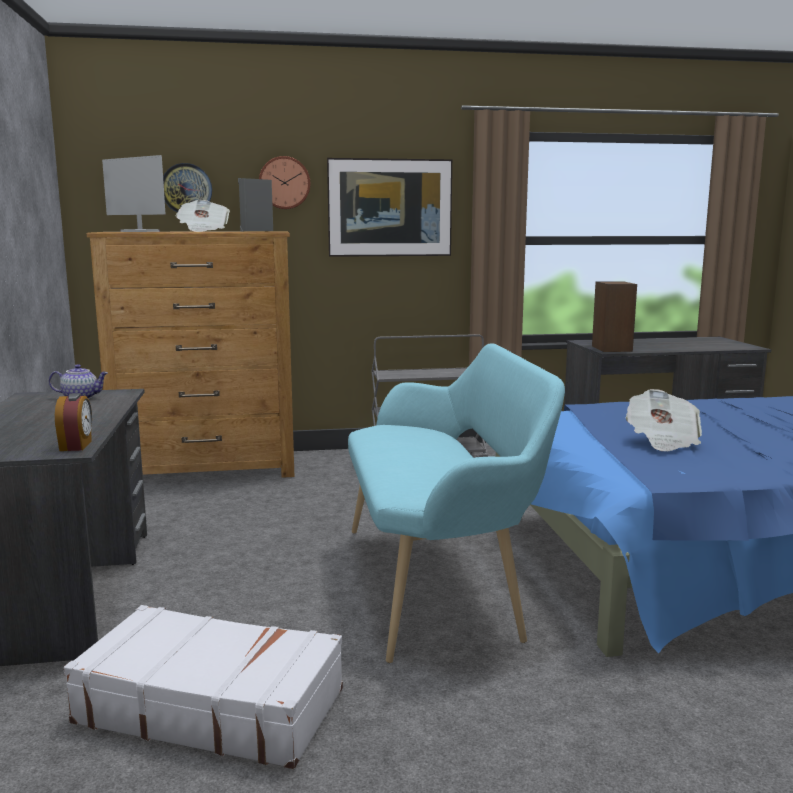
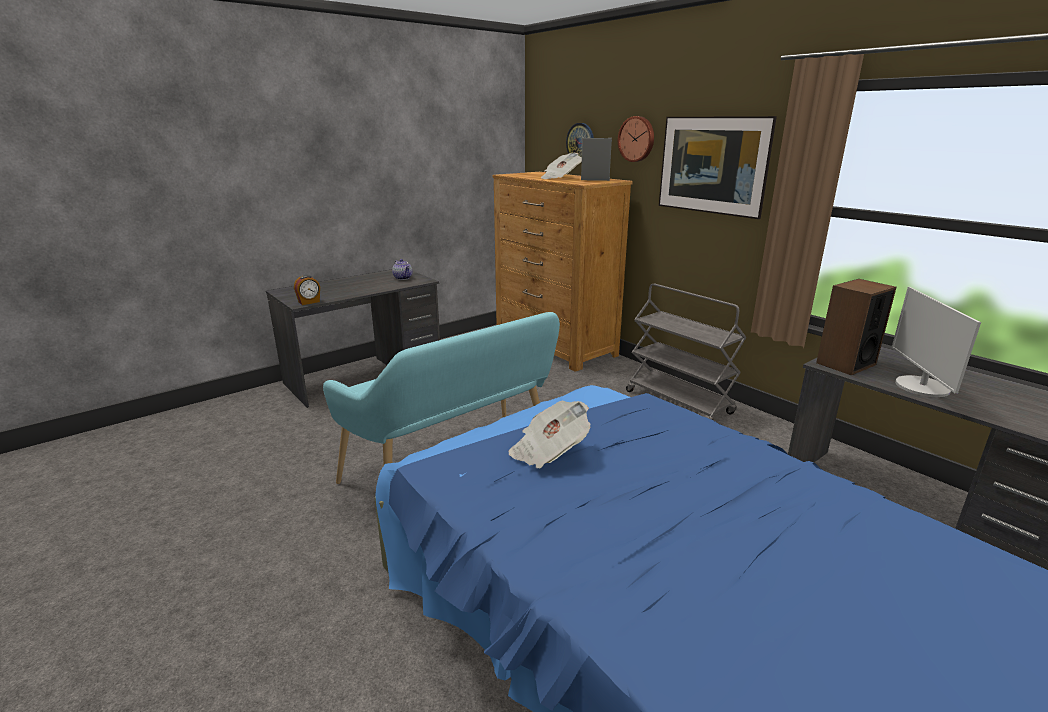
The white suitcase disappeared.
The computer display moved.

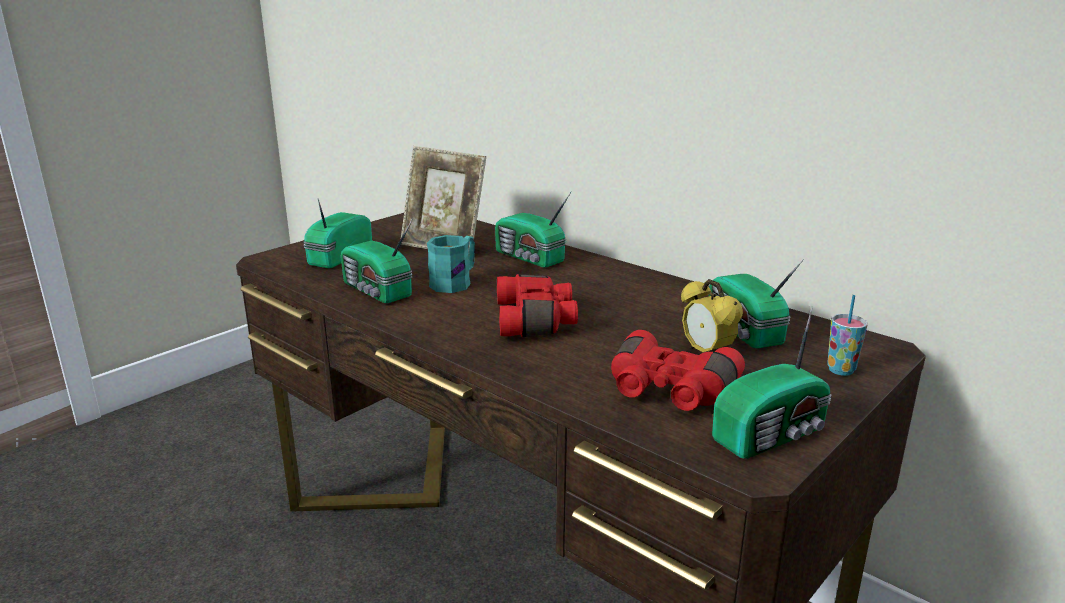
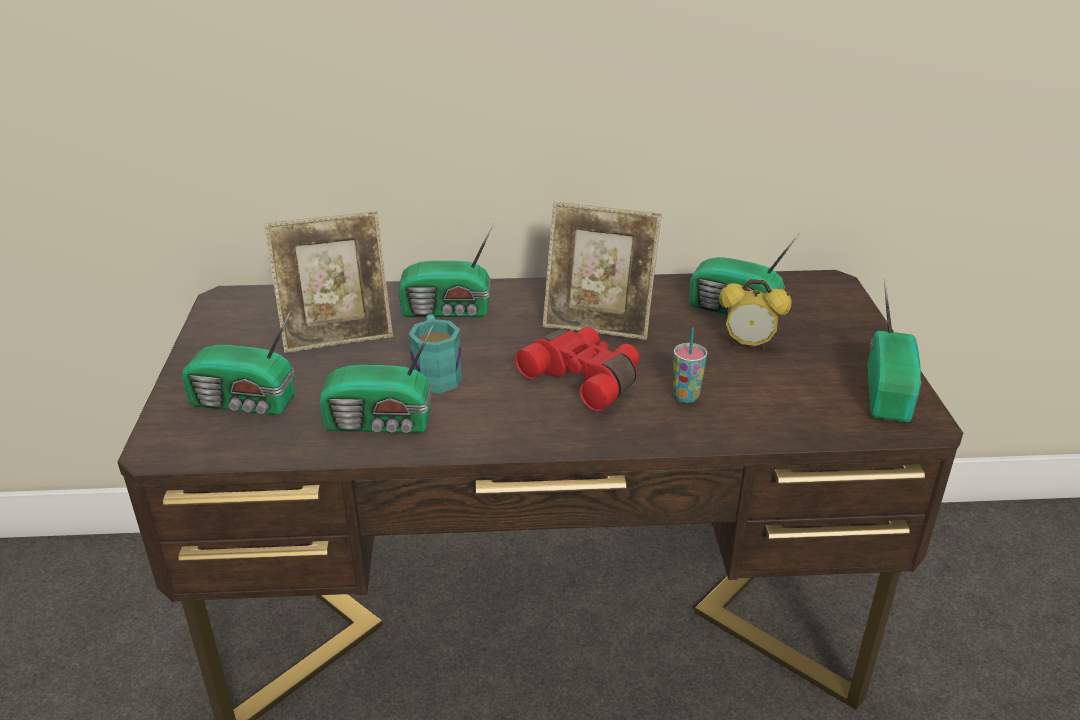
The reddish binoculars (no. 2 from left) disappeared.
The picture frame (no. 2 from left) appeared.
The small cup moved.
The radio (no. 1 from left) turned 60 degrees counterclockwise.

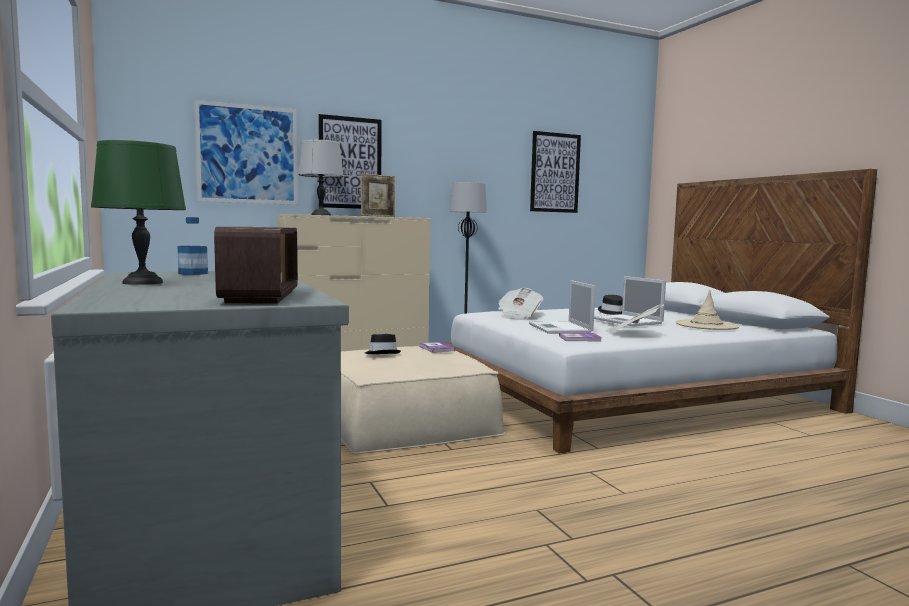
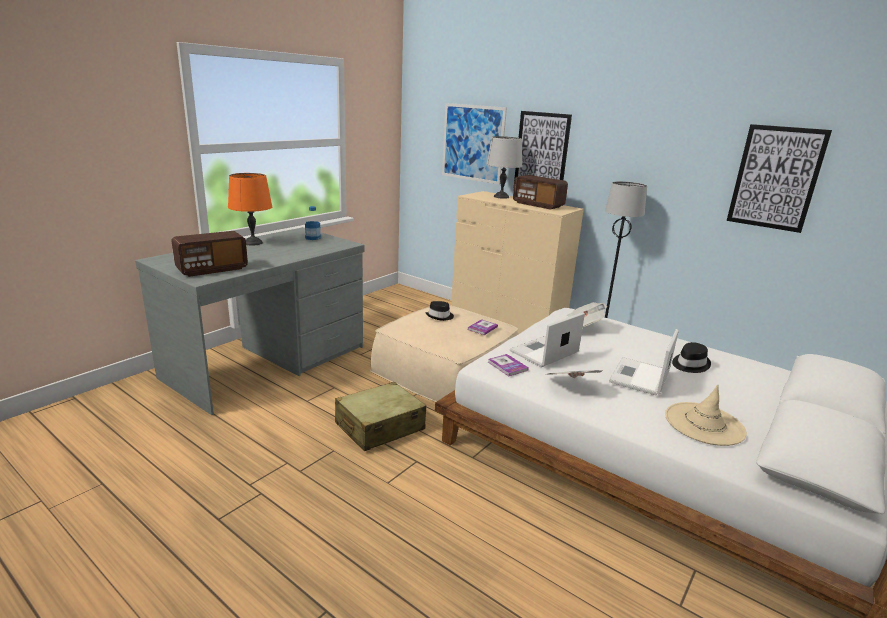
The beige-coloured suitcase appeared.
The picture frame was replaced by the radio (no. 2 from left).
The green-coloured lamp for a table became the orangey lamp for a table.

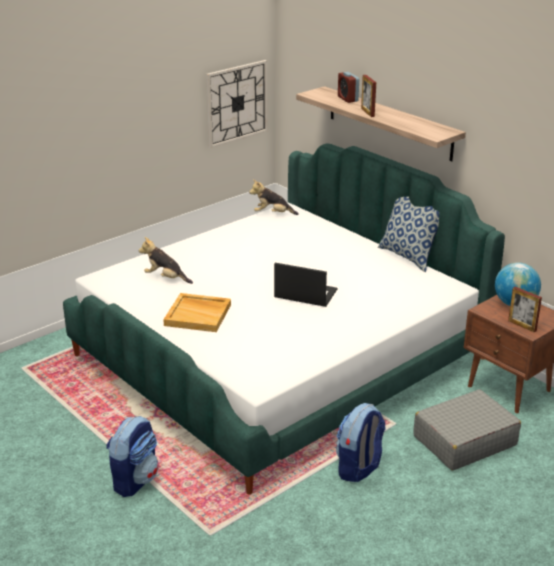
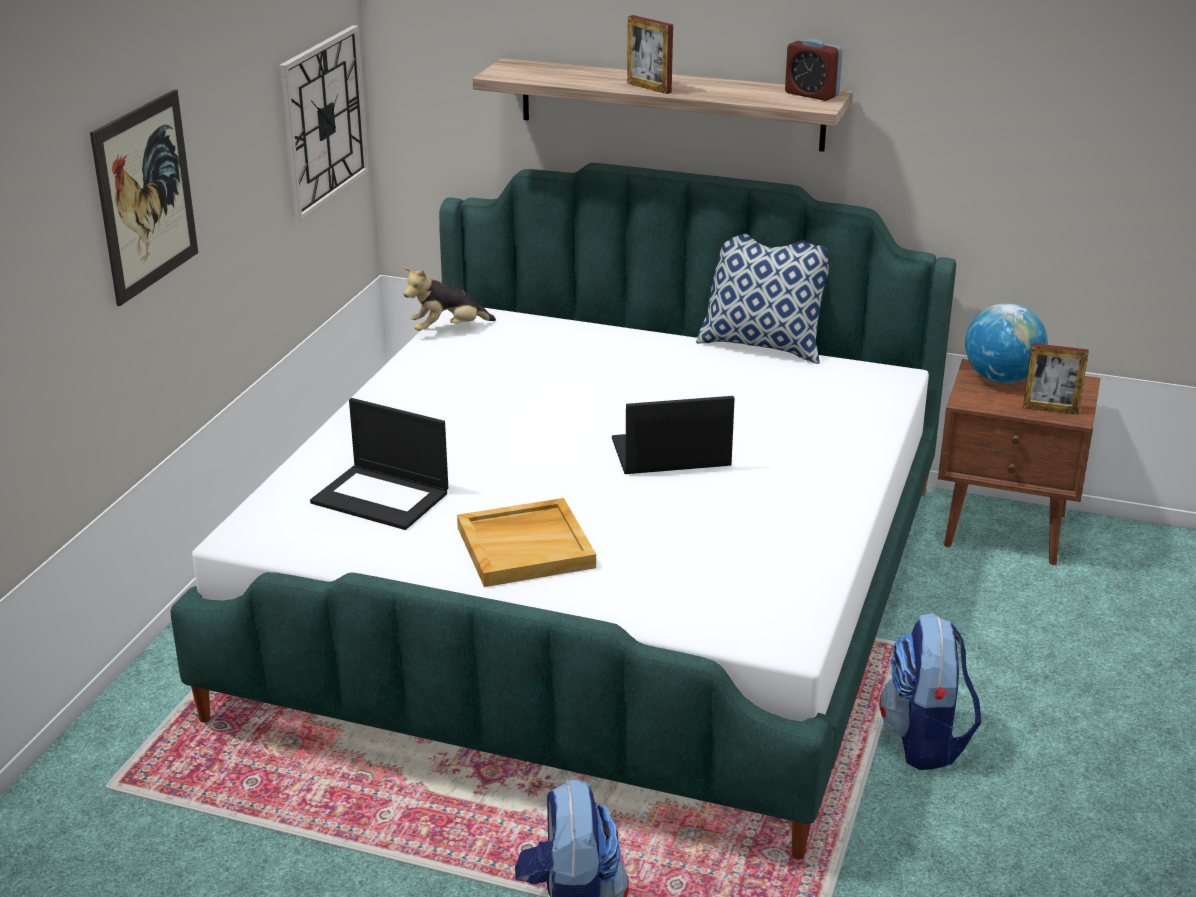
The gray suitcase disappeared.
The picture appeared.
The table clock moved.
The cuddly toy (no. 1 from left) was replaced by the notebook computer (no. 1 from left).

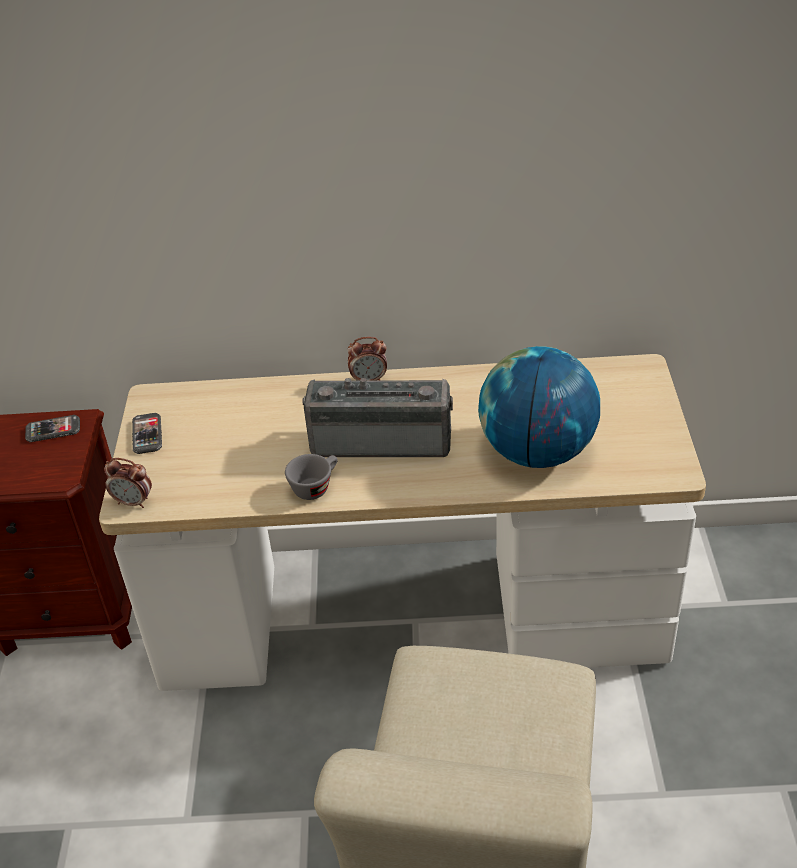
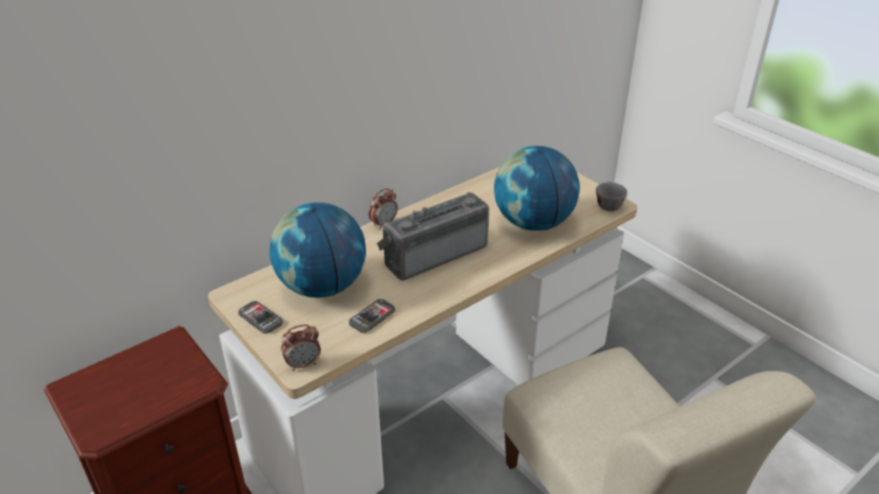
The world globe (no. 1 from left) appeared.
The phone (no. 1 from left in the first image) moved.
The gray small cup moved.

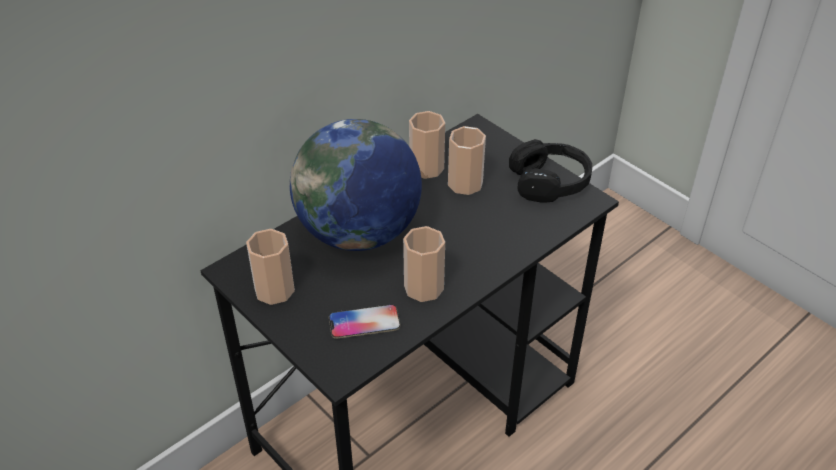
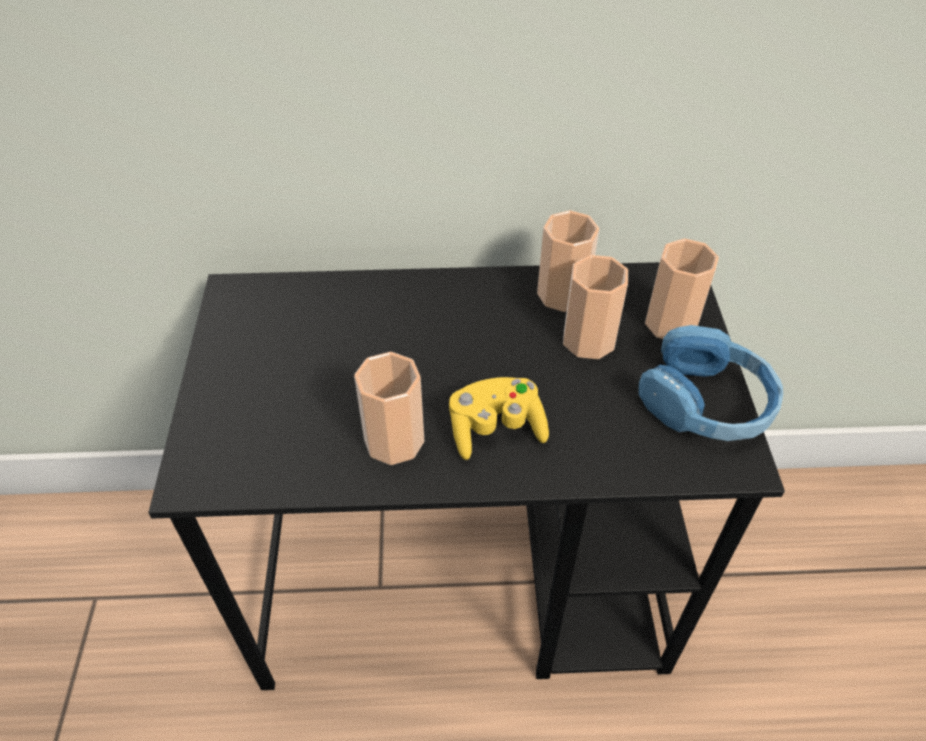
The world globe disappeared.
The phone disappeared.
The yellow-coloured gamepad appeared.
The small cup (no. 1 from left in the first image) moved.
The black headset became the blue headset.

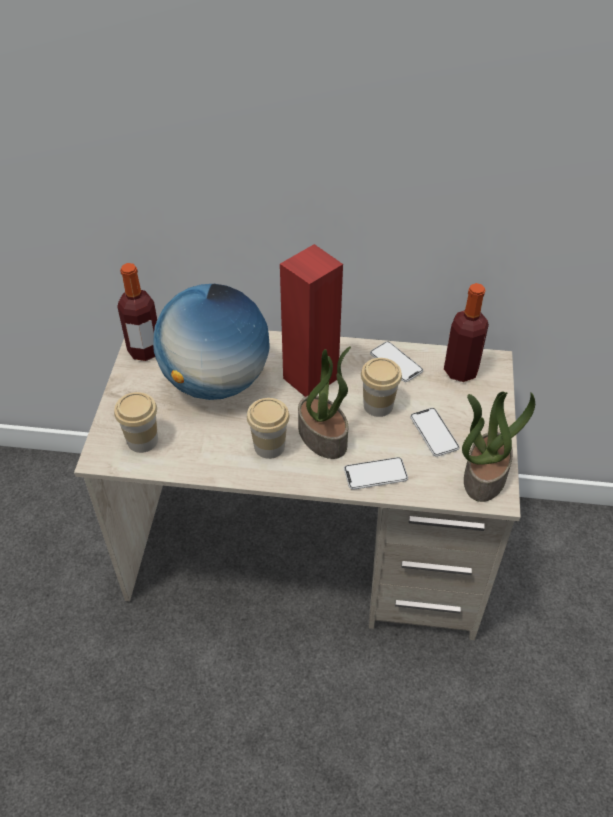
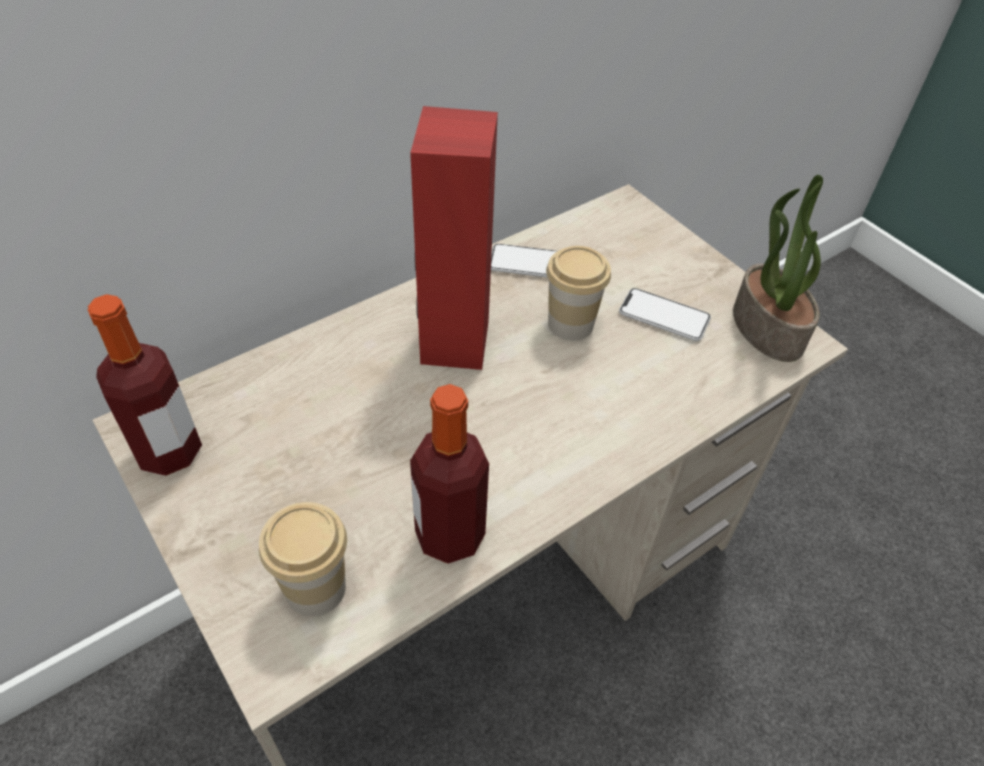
The world globe disappeared.
The small cup (no. 2 from left) disappeared.
The potted plant (no. 1 from left) disappeared.
The phone (no. 1 from left) disappeared.
The drink bottle (no. 2 from left) moved.

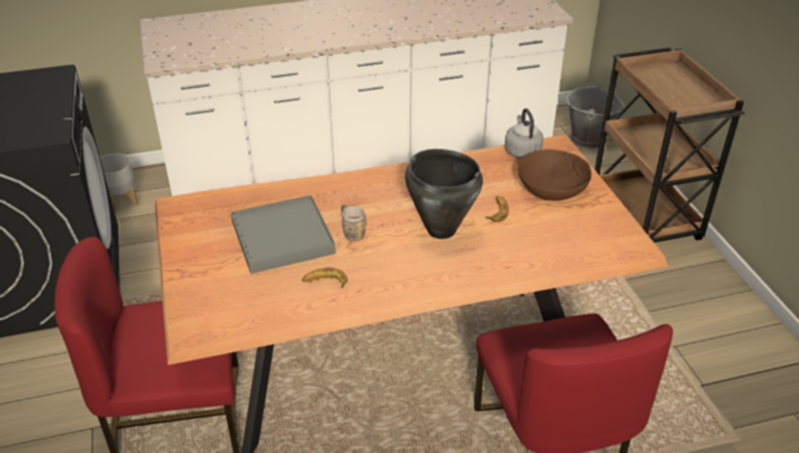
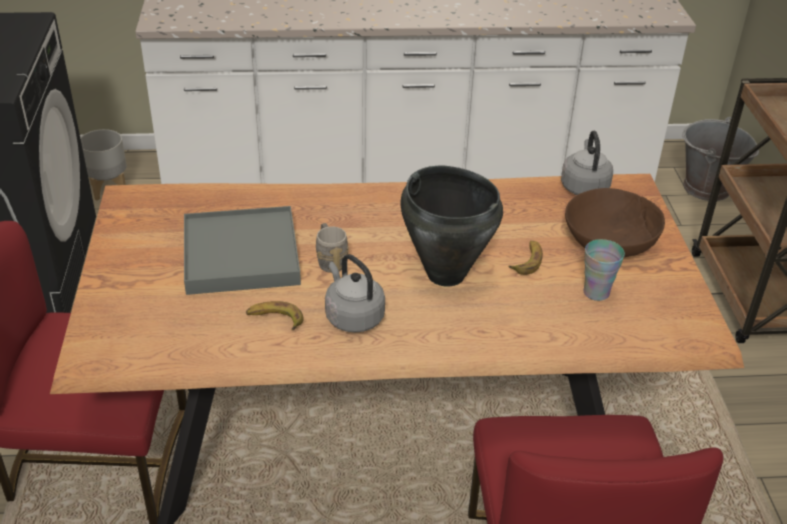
The gray tea kettle (no. 1 from left) appeared.
The small cup appeared.

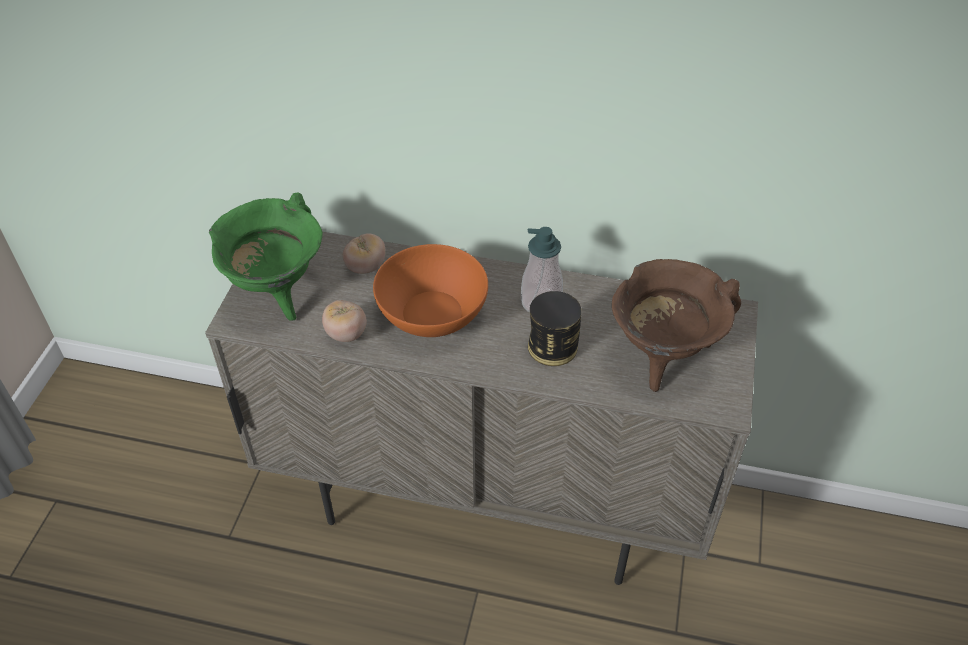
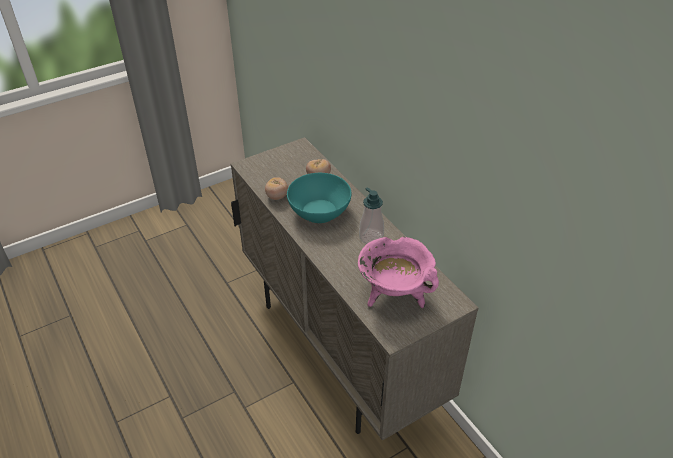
The green-coloured saucepot disappeared.
The sealed can disappeared.
The orangey bowl became the blue-green bowl.
The brown-coloured saucepot became the pink-coloured saucepot.

